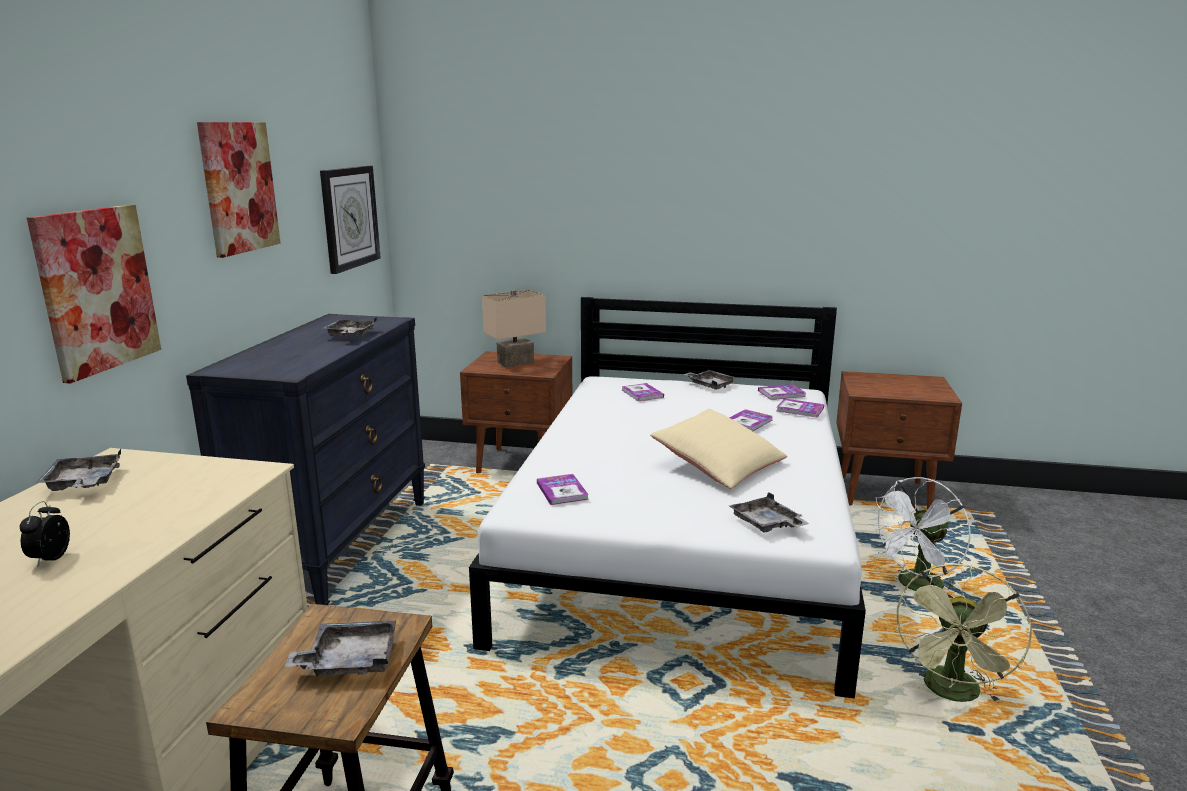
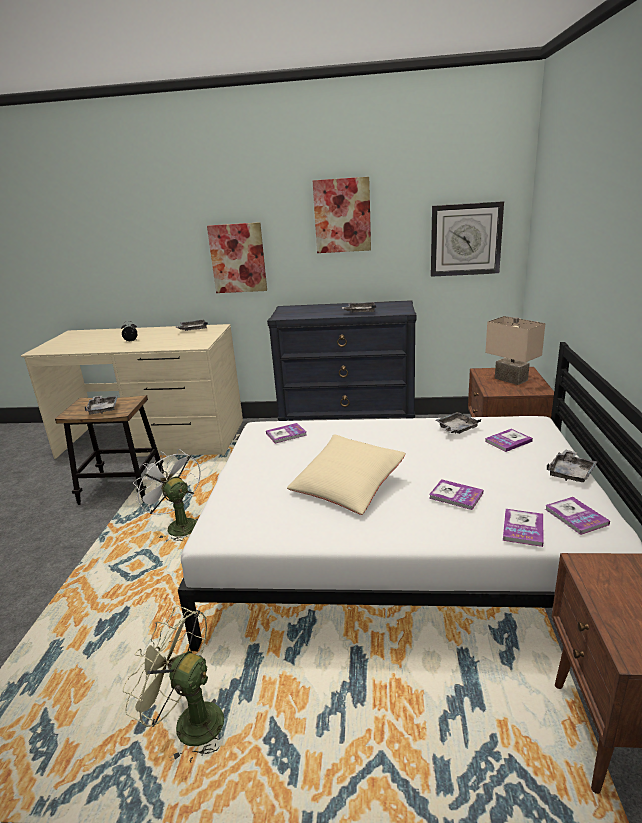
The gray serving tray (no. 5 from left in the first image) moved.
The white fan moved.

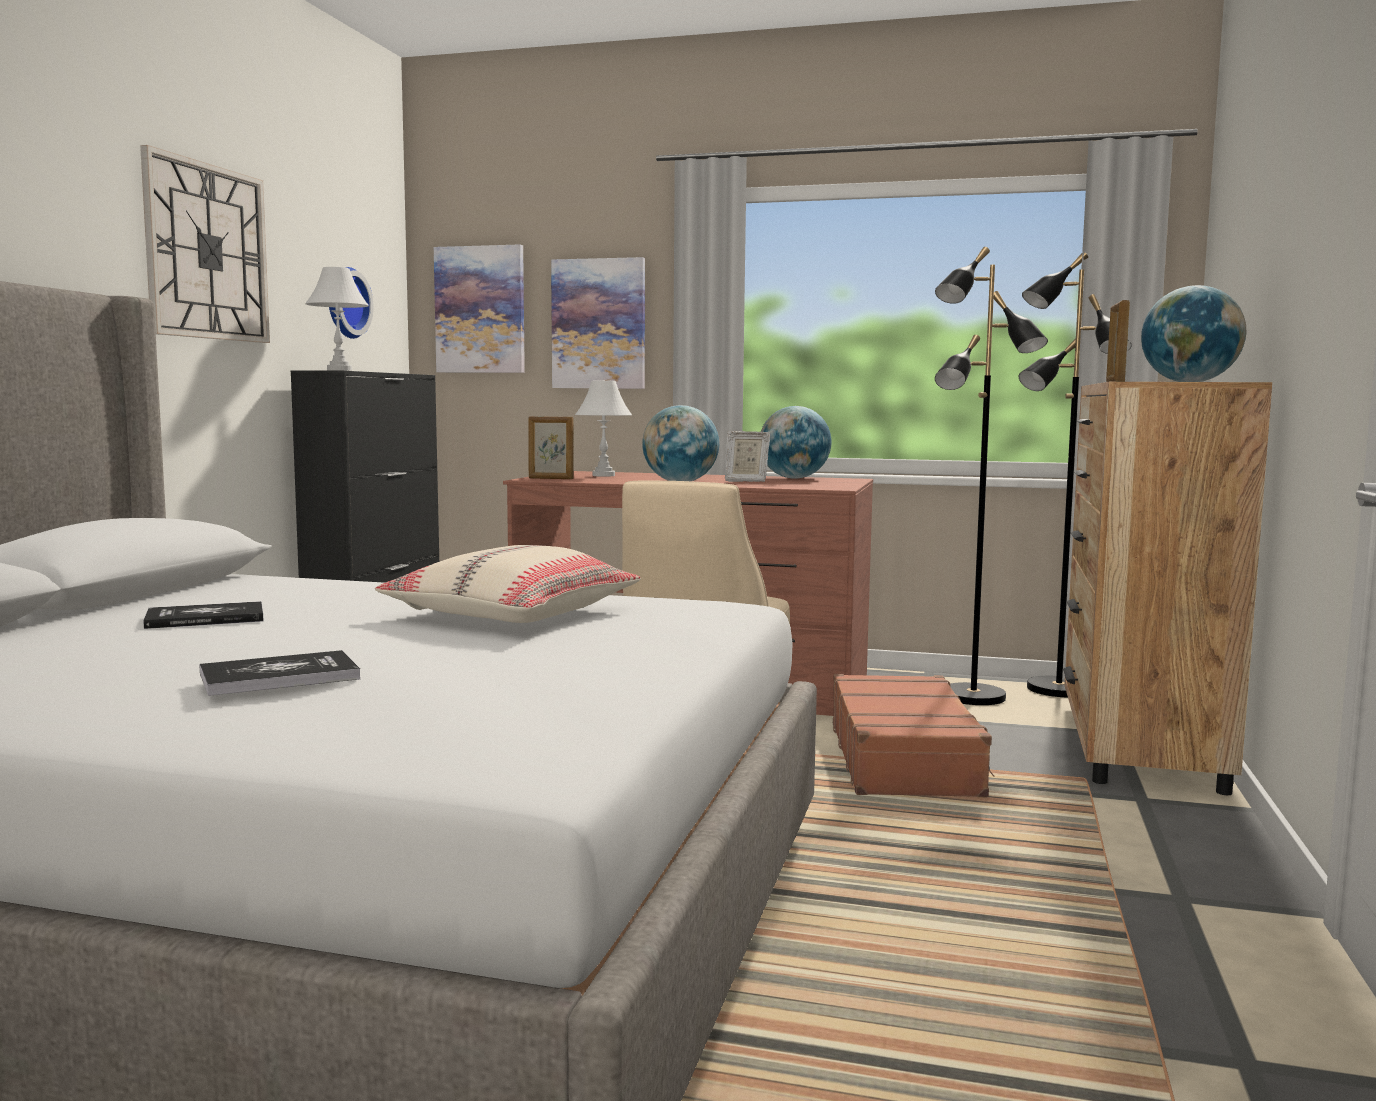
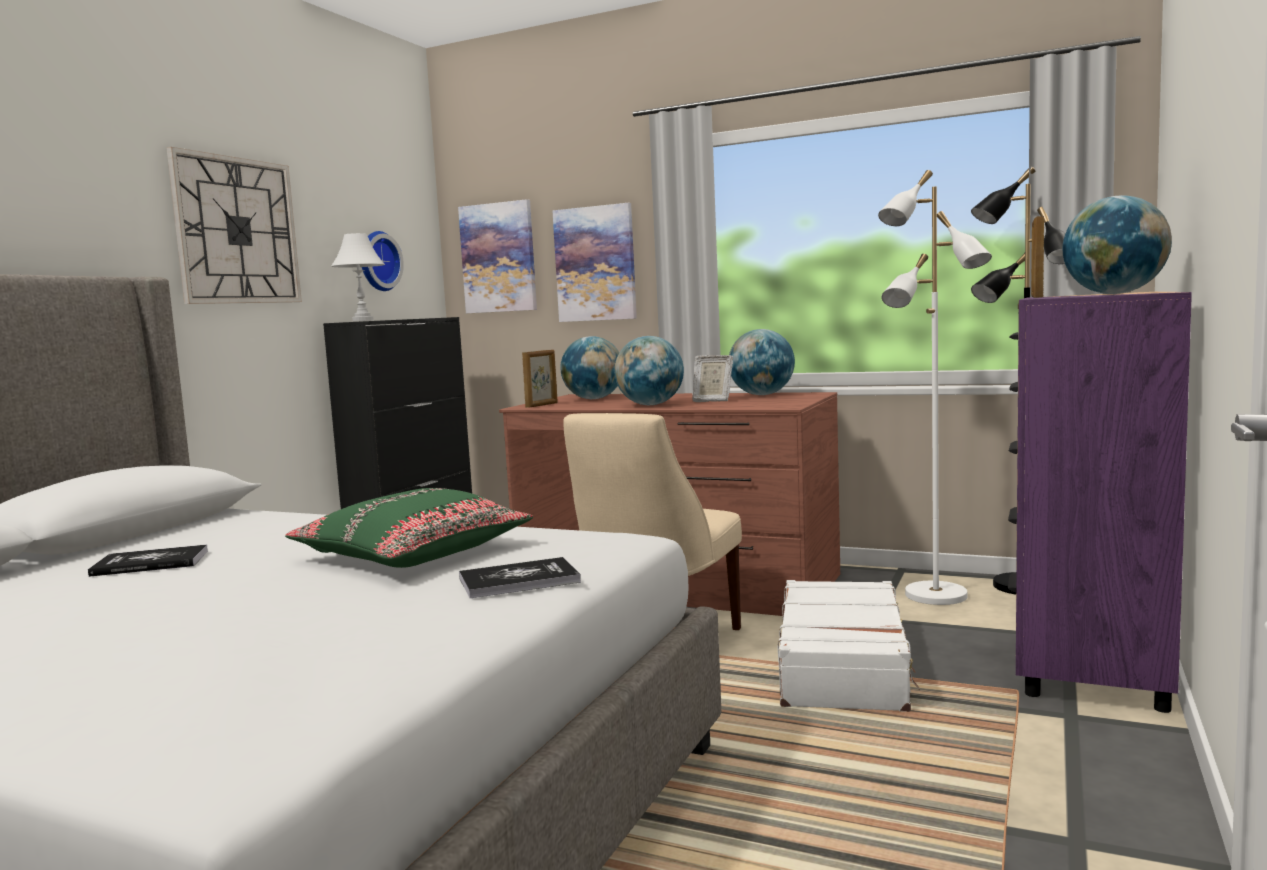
The book (no. 2 from left) moved.
The white lamp for a table (no. 2 from left) was replaced by the world globe (no. 1 from left).
The beige-coloured cushion became the green-coloured cushion.
The brown-coloured suitcase became the white suitcase.
The black standing lamp (no. 1 from left) became the white standing lamp.
The brown-coloured dresser became the purple-coloured dresser.
The picture frame (no. 1 from left) turned 75 degrees counterclockwise.

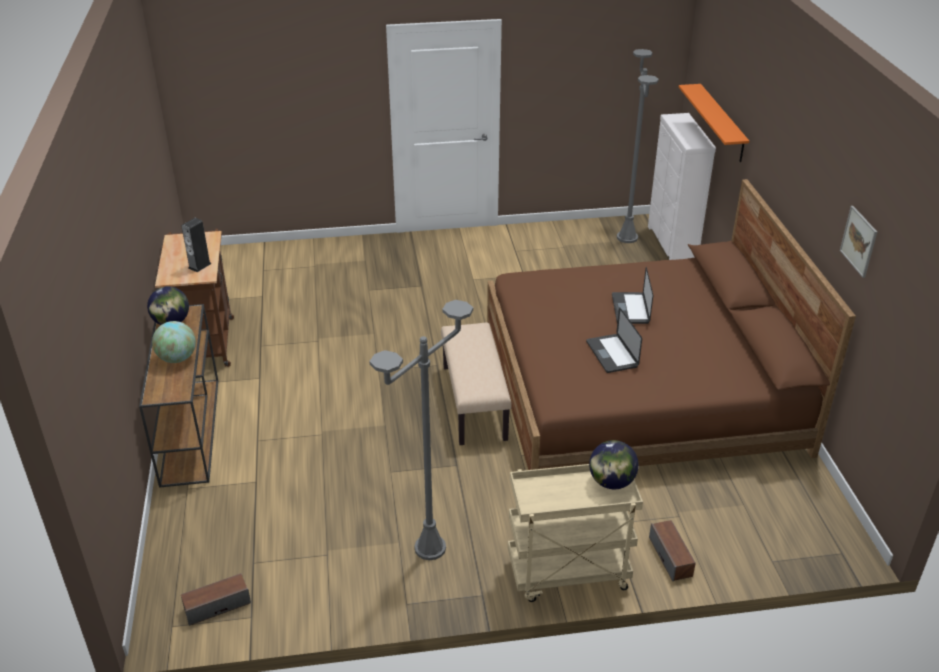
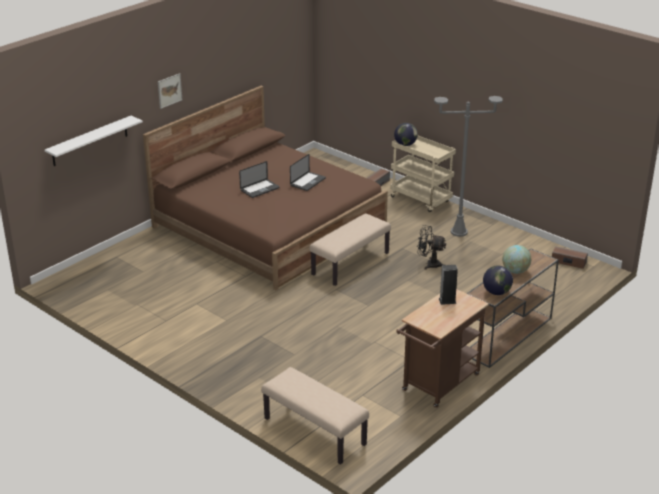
The gray standing lamp (no. 2 from left) disappeared.
The white dresser disappeared.
The beige-coloured long seat (no. 1 from left) appeared.
The black fan appeared.
The picture moved.
The orangey shelf became the white shelf.

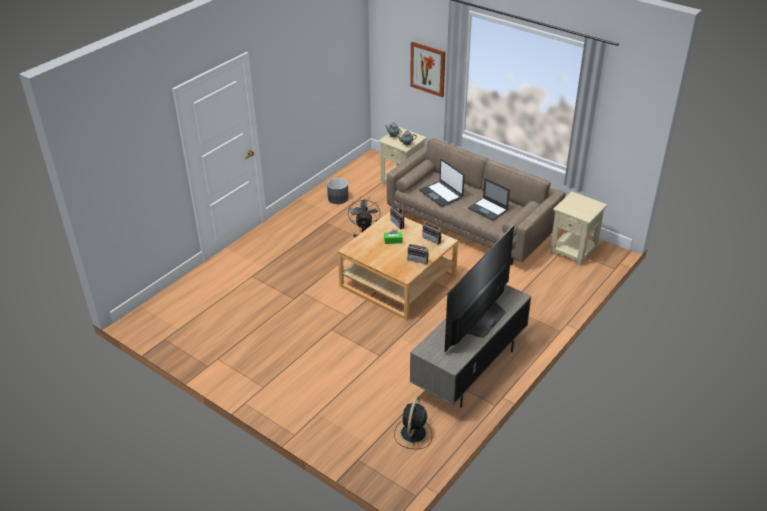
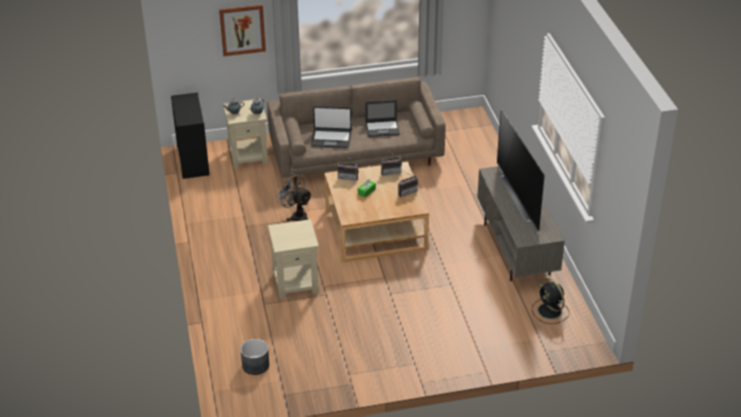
The black dresser appeared.
The gray planter moved.
The beige-coloured accent table (no. 2 from left) moved.

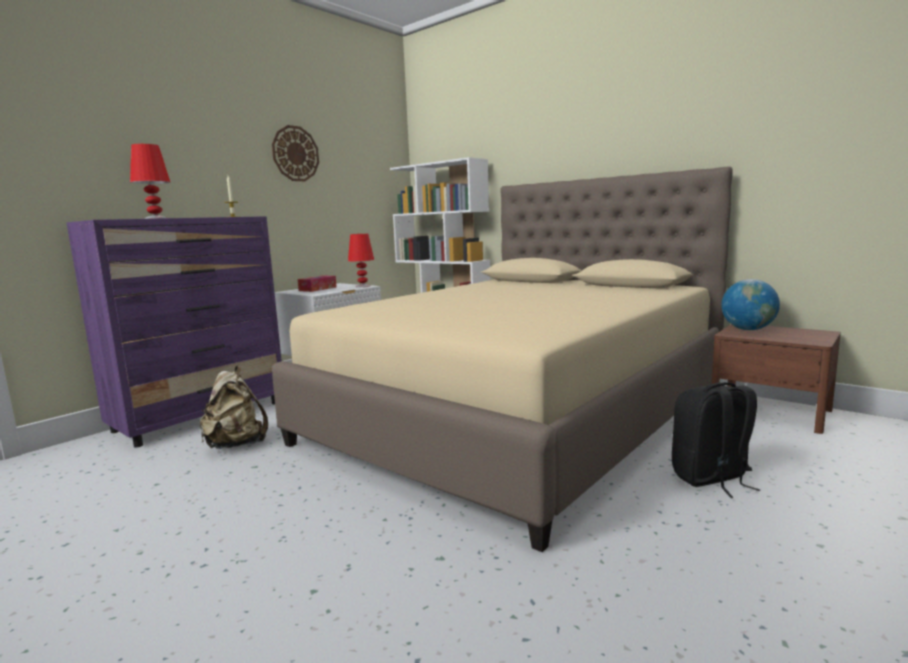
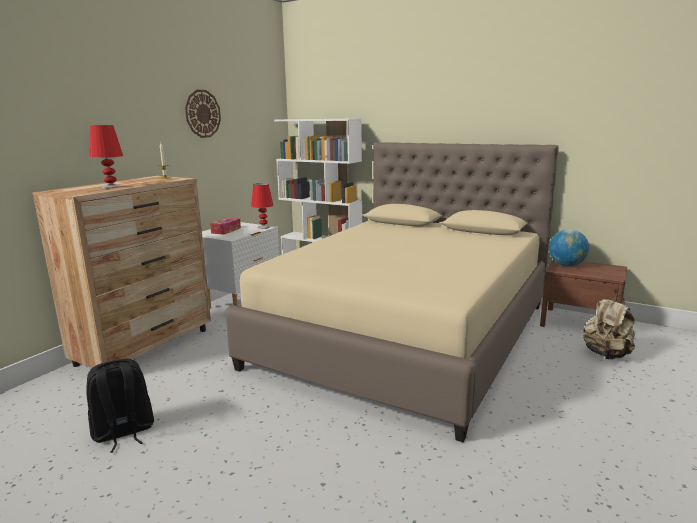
The beige-coloured backpack moved.
The black backpack moved.
The purple-coloured dresser became the brown-coloured dresser.

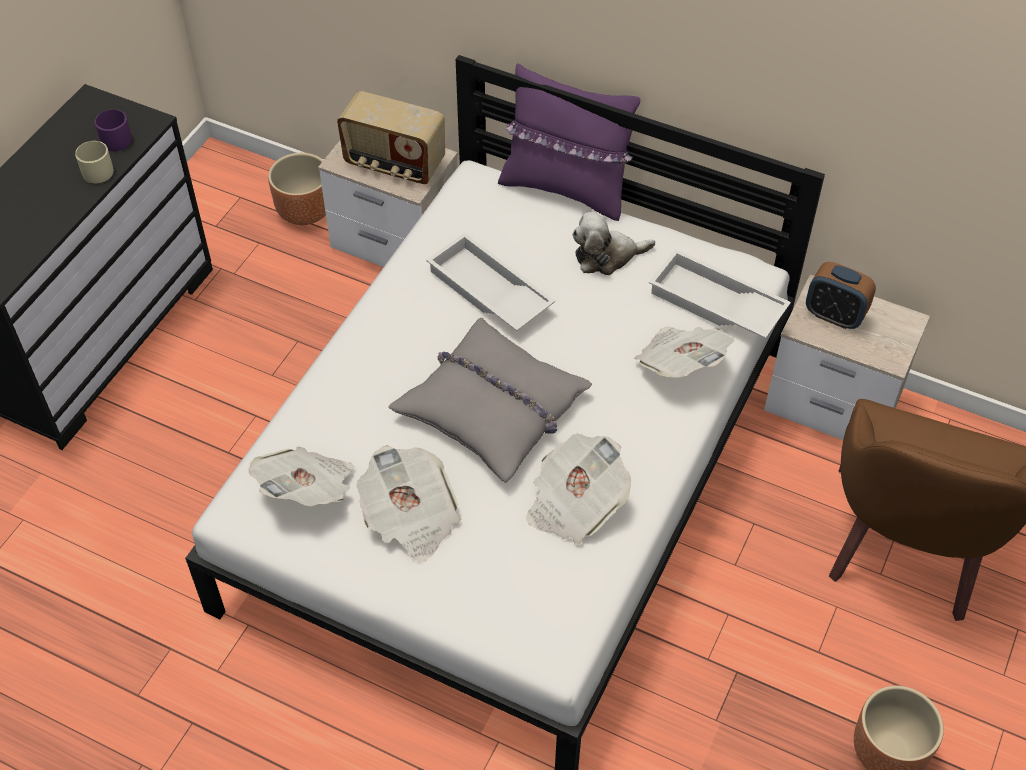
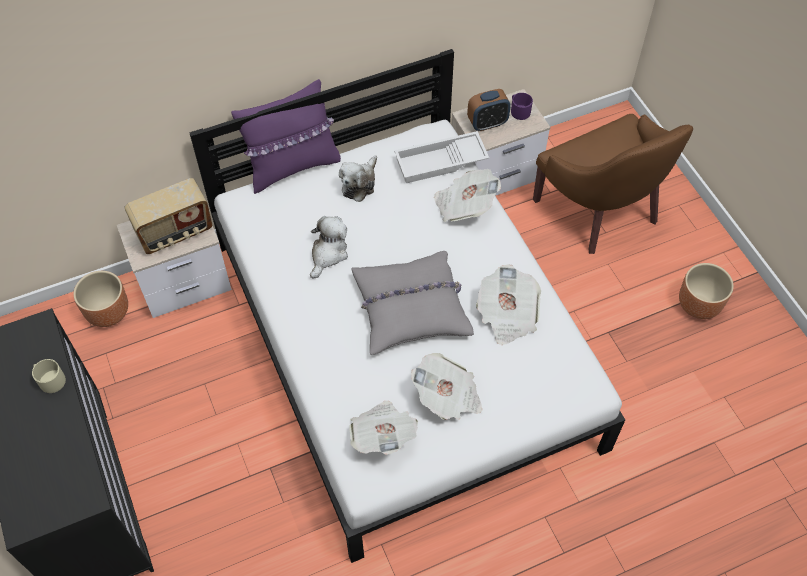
The purple-coloured mug moved.
The white serving tray (no. 1 from left) was replaced by the cuddly toy (no. 1 from left).

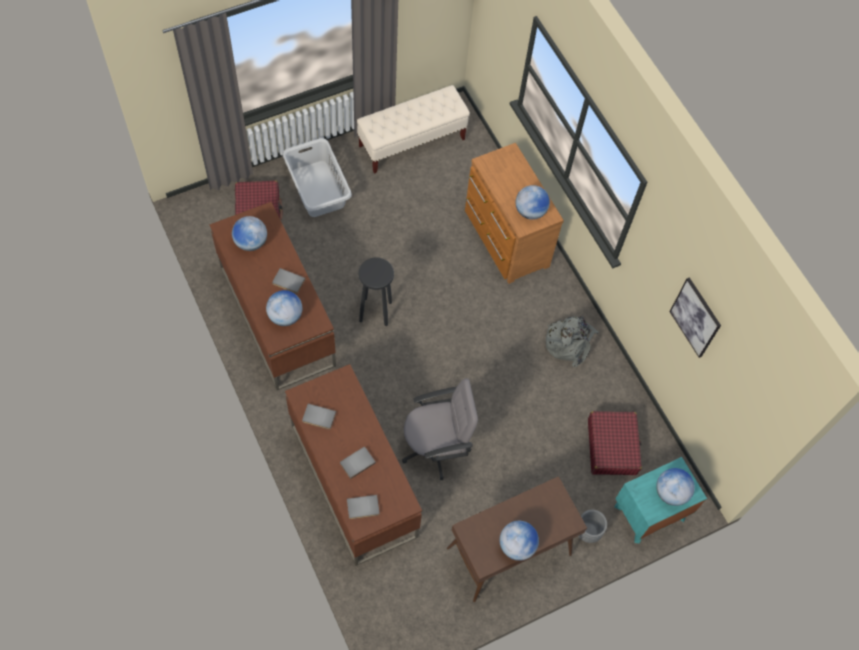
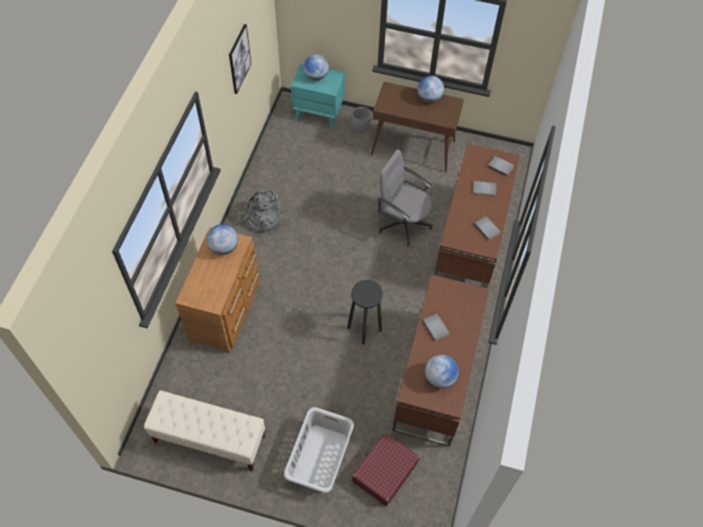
The world globe (no. 2 from left) disappeared.
The reddish suitcase (no. 2 from left) disappeared.

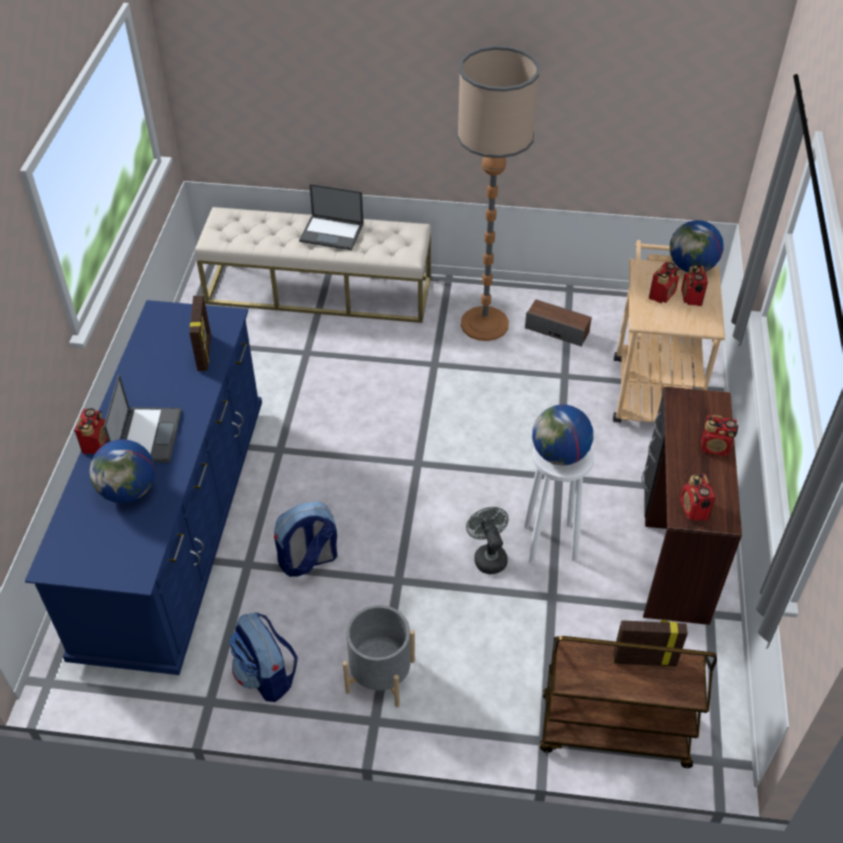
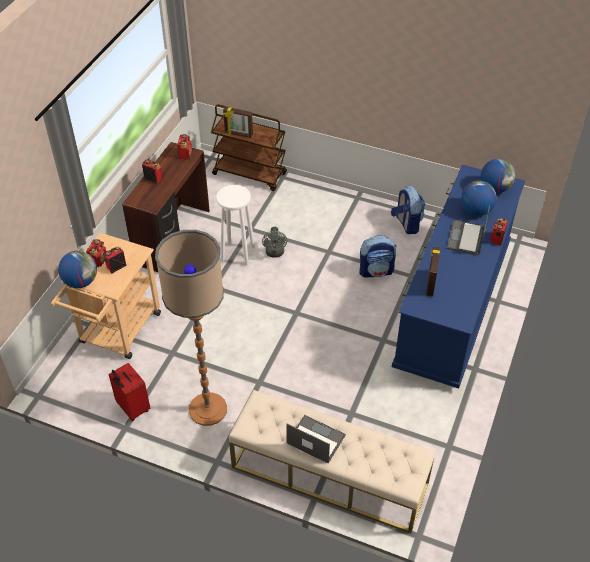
The gray planter disappeared.
The loudspeaker disappeared.
The reddish suitcase appeared.
The world globe (no. 2 from left in the first image) moved.

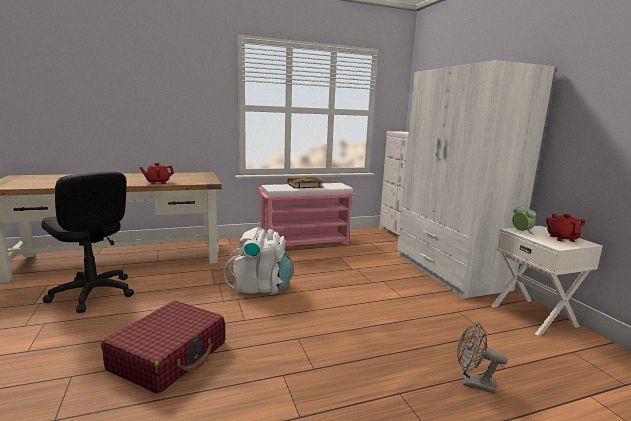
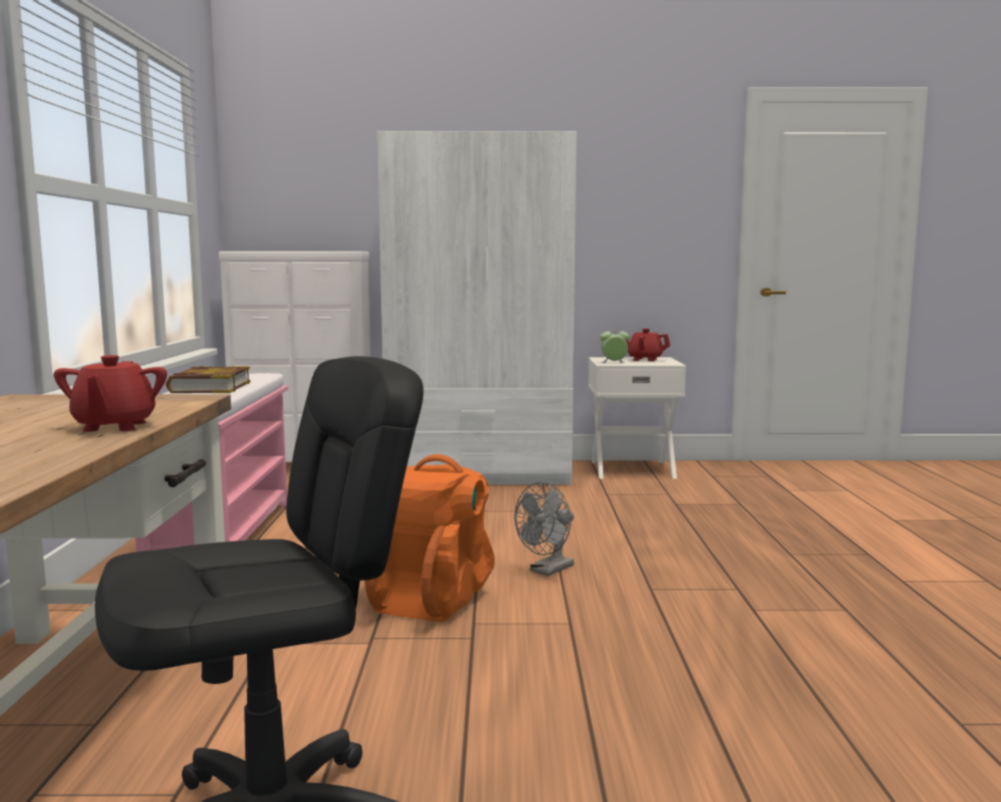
The reddish suitcase disappeared.
The gray fan moved.
The white backpack became the orangey backpack.

